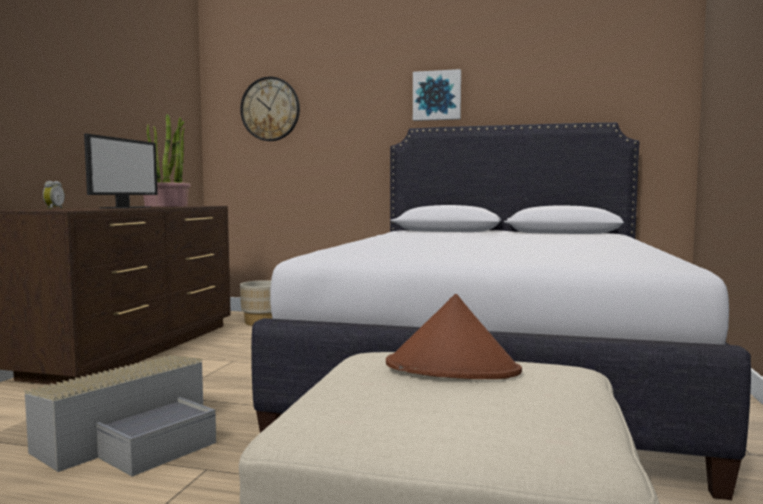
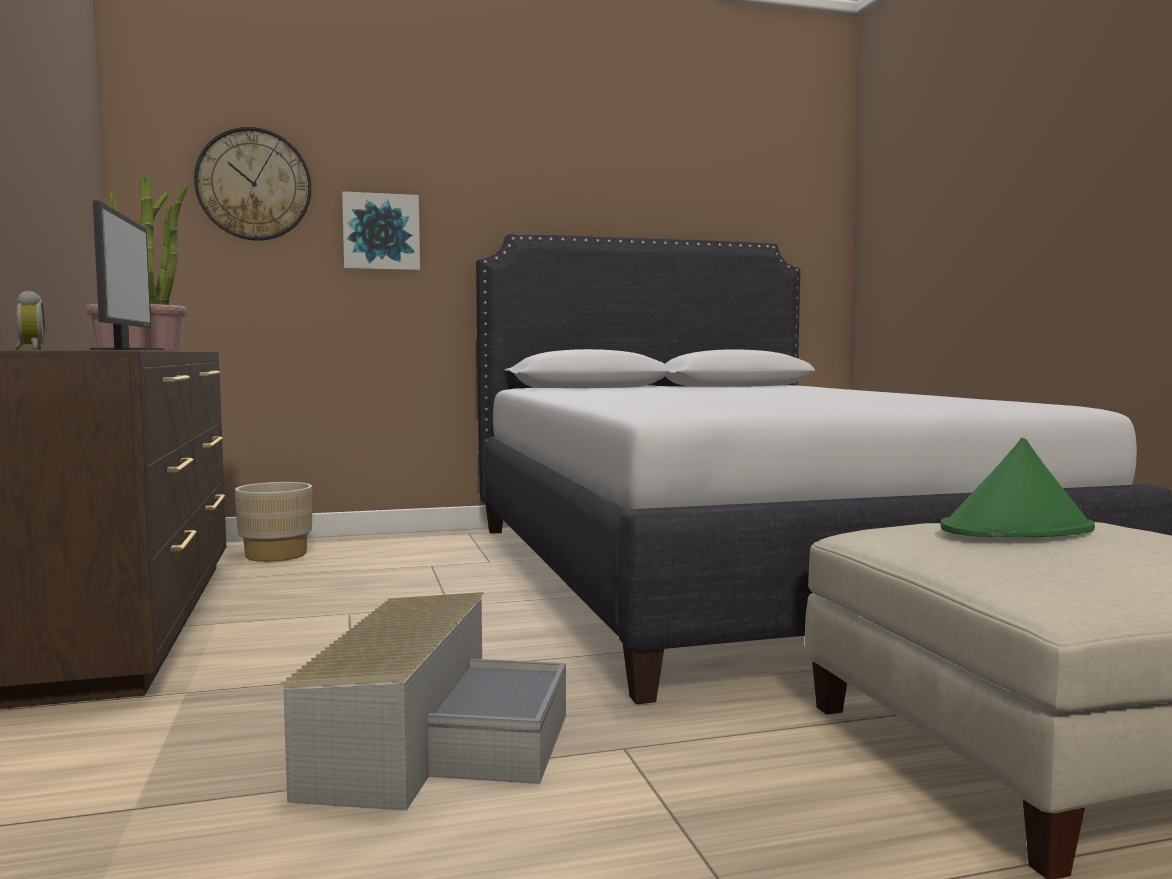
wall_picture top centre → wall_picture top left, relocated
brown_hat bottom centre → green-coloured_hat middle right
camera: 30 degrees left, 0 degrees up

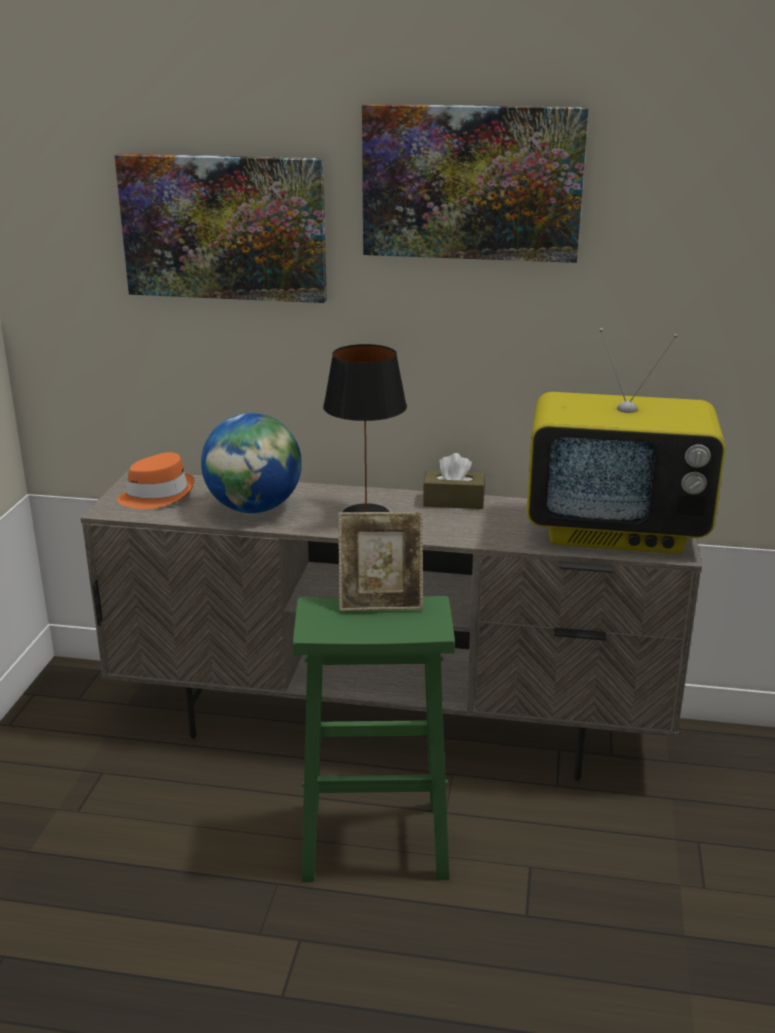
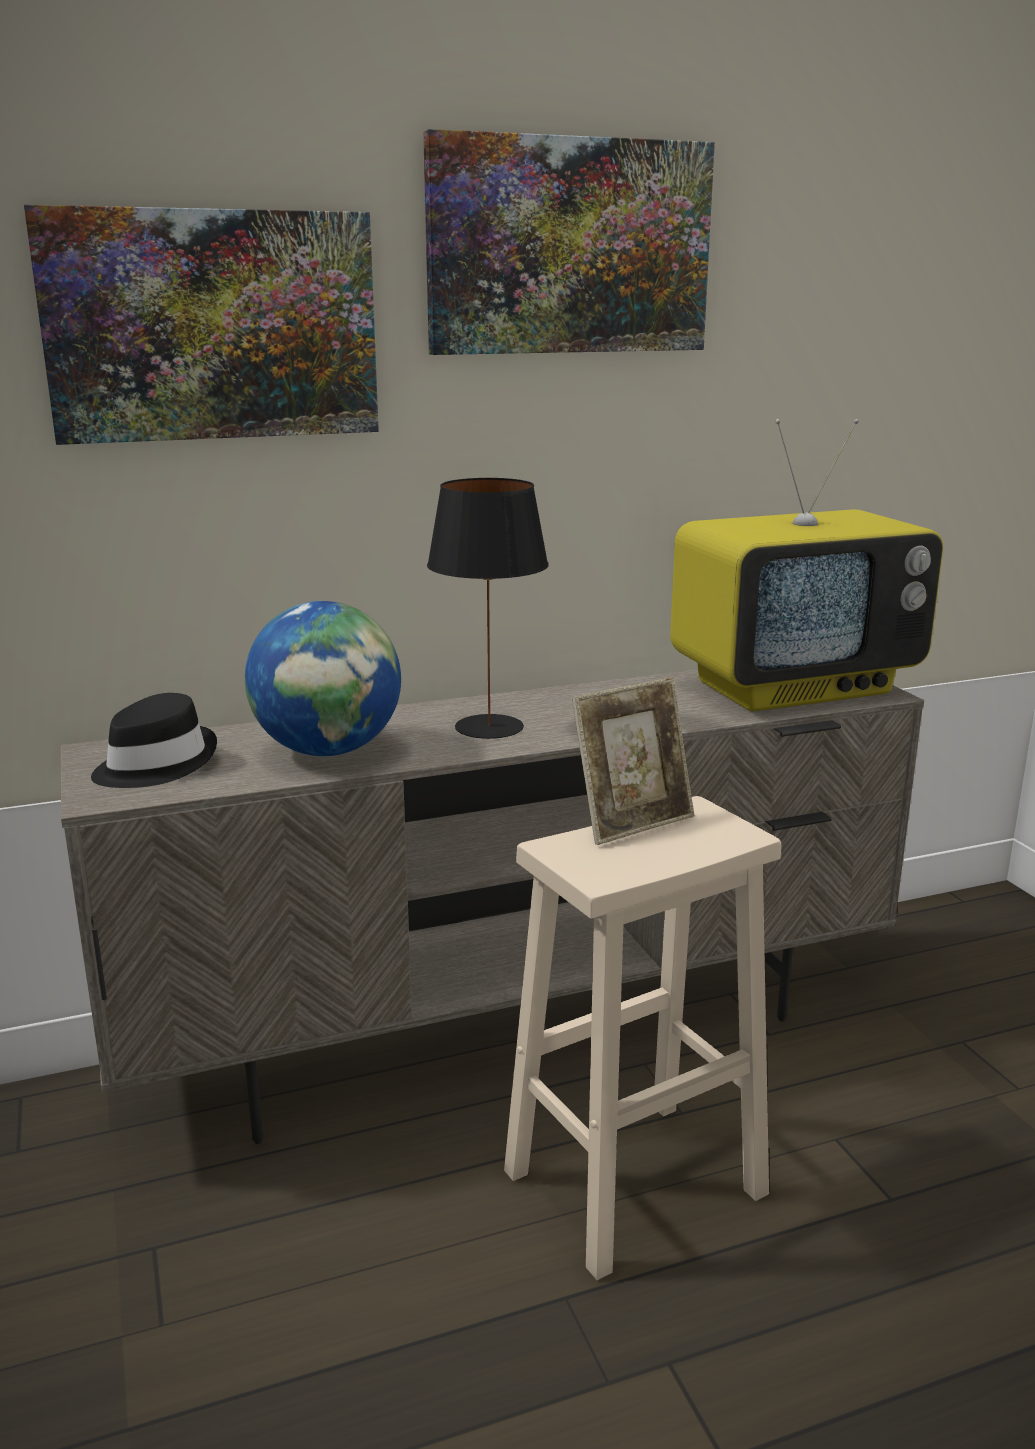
orange-coloured_hat middle left → black_hat middle left
brown_box_of_tissues centre → -
green-coloured_stool bottom centre → sand-coloured_stool bottom centre
camera: 30 degrees left, 5 degrees down

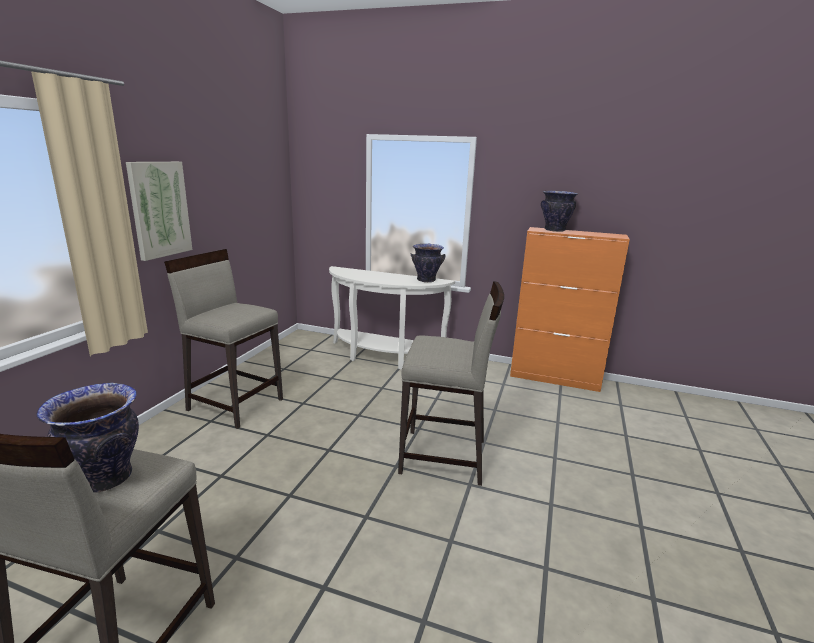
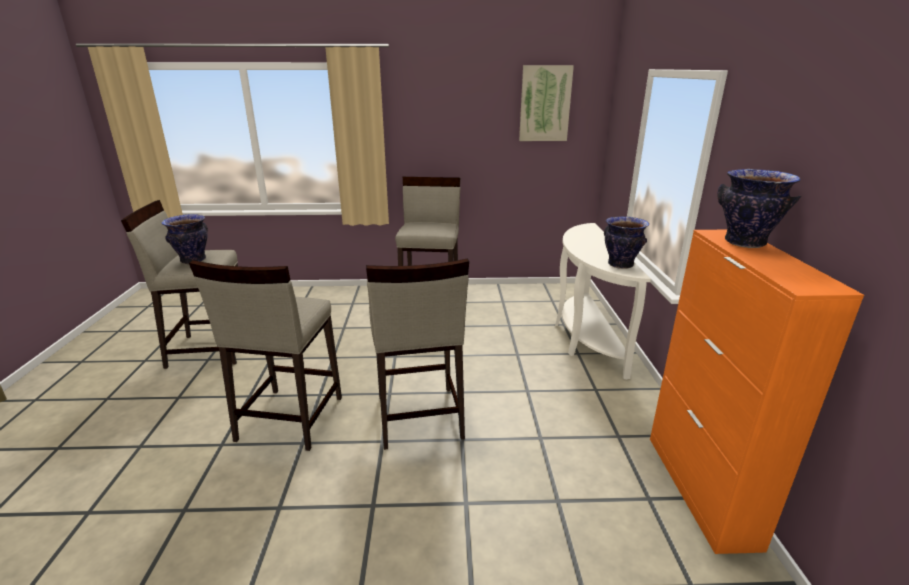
wall_picture top left → wall_picture top centre, relocated
- → sand-coloured_stool (no. 2 from left) middle left
camera: 70 degrees right, 5 degrees up

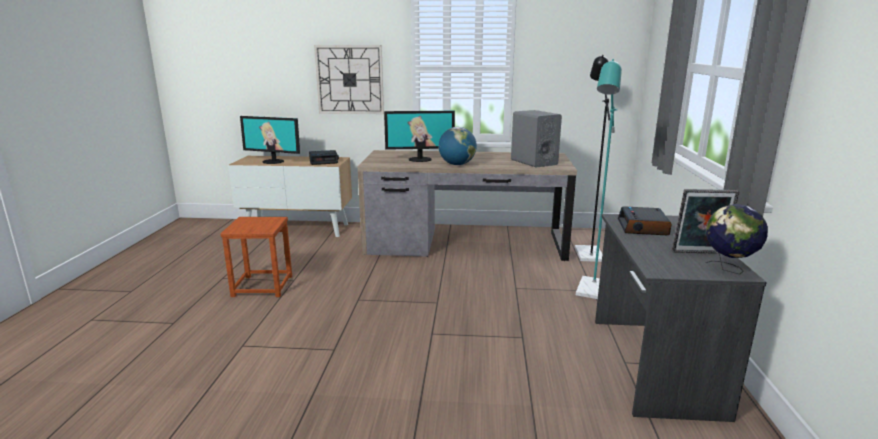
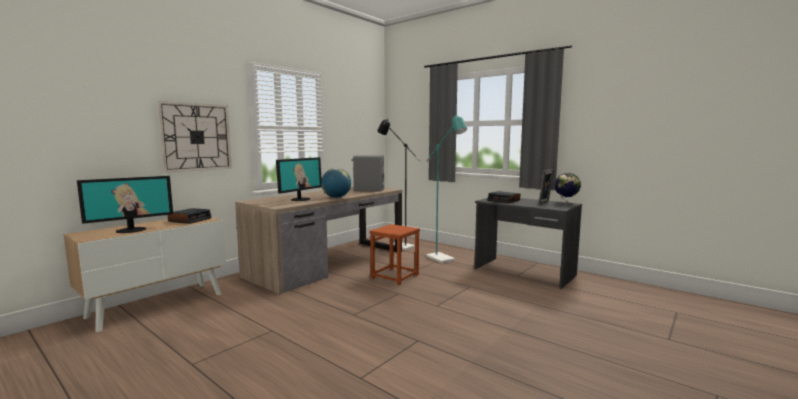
brown_stool middle left → brown_stool centre, relocated
camera: 55 degrees left, 10 degrees down

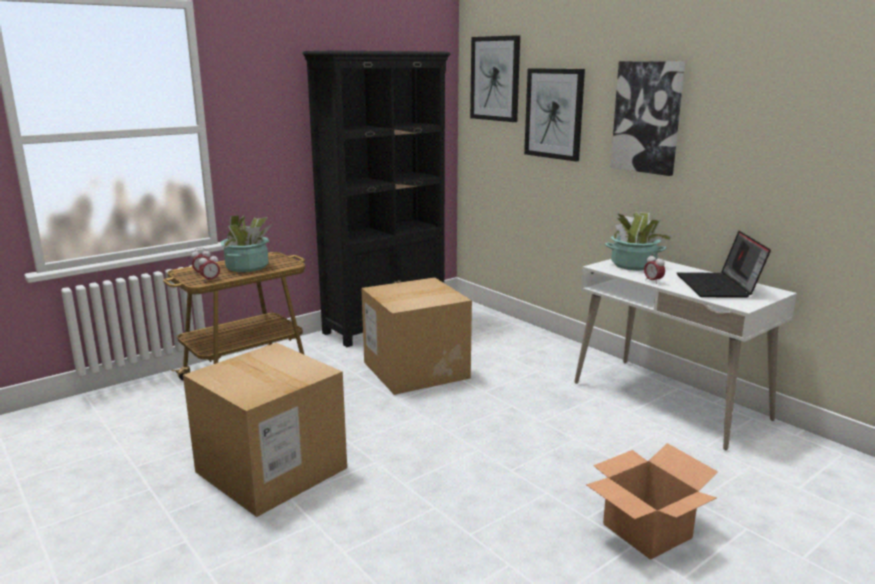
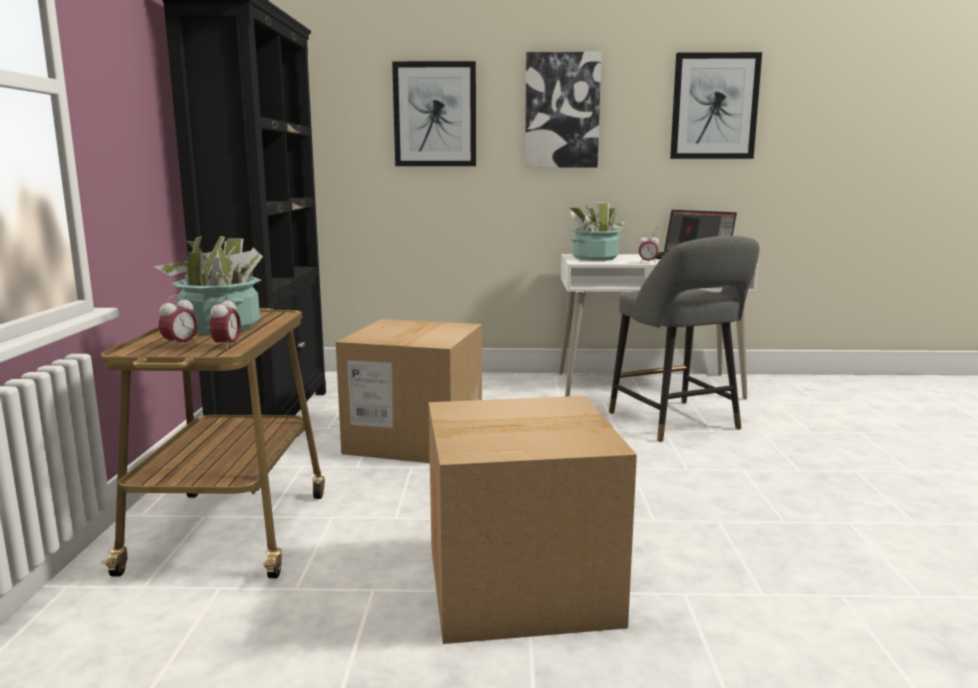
wall_picture (no. 1 from left in the first image) top centre → wall_picture (no. 3 from left) top right, relocated
cardboard_box (no. 3 from left) bottom right → -
- → grey_stool middle right
camera: 50 degrees left, 5 degrees down

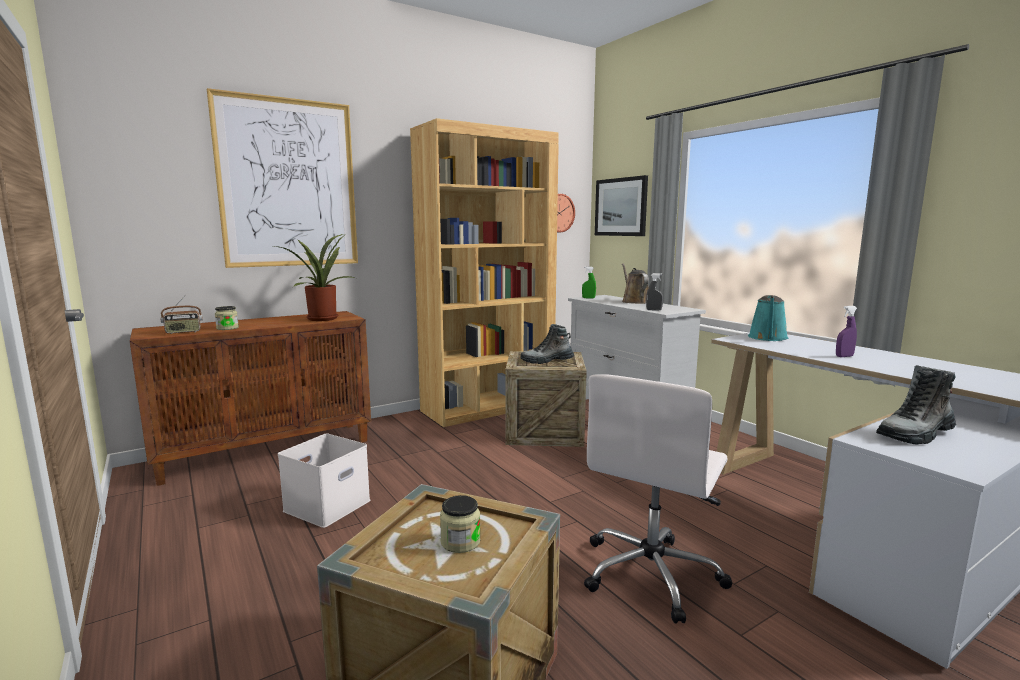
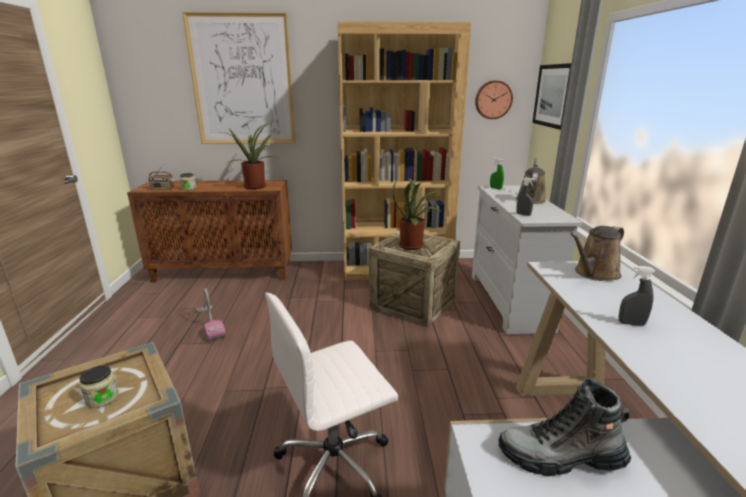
blue-green_watering_can middle right → brown_watering_can (no. 2 from left) middle right
purple_hand_sprayer middle right → grey_hand_sprayer (no. 2 from left) middle right
tall_boot (no. 1 from left) centre → houseplant (no. 2 from left) centre
white_storage_box bottom left → vacuum_cleaner middle left
camera: 30 degrees right, 10 degrees up

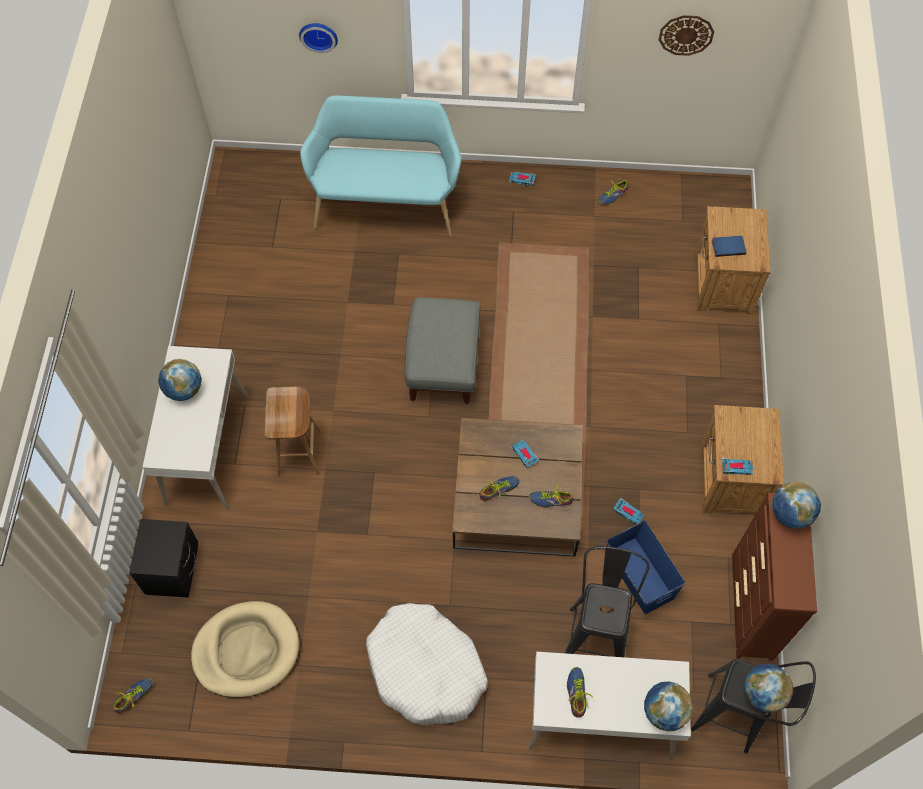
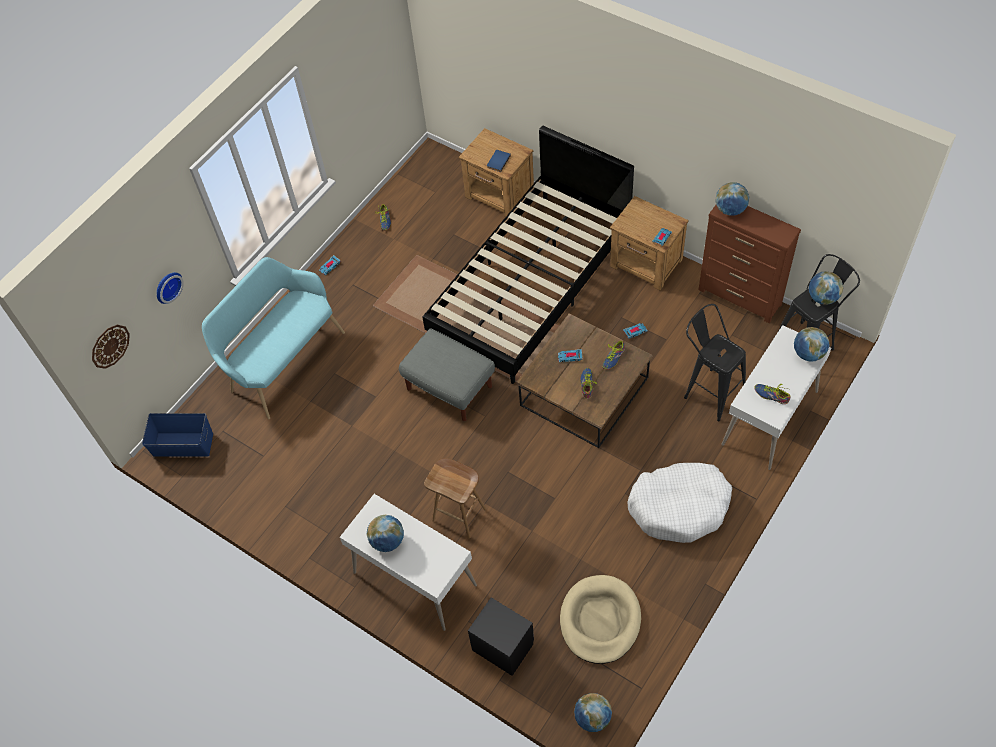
clock_on_the_wall (no. 2 from left in the first image) top right → clock_on_the_wall (no. 1 from left) middle left, relocated
blue_storage_box bottom right → blue_storage_box middle left, relocated
shoe (no. 1 from left) bottom left → world_globe (no. 2 from left) bottom centre
- → black_sleeping_bed centre
camera: 55 degrees left, 5 degrees down

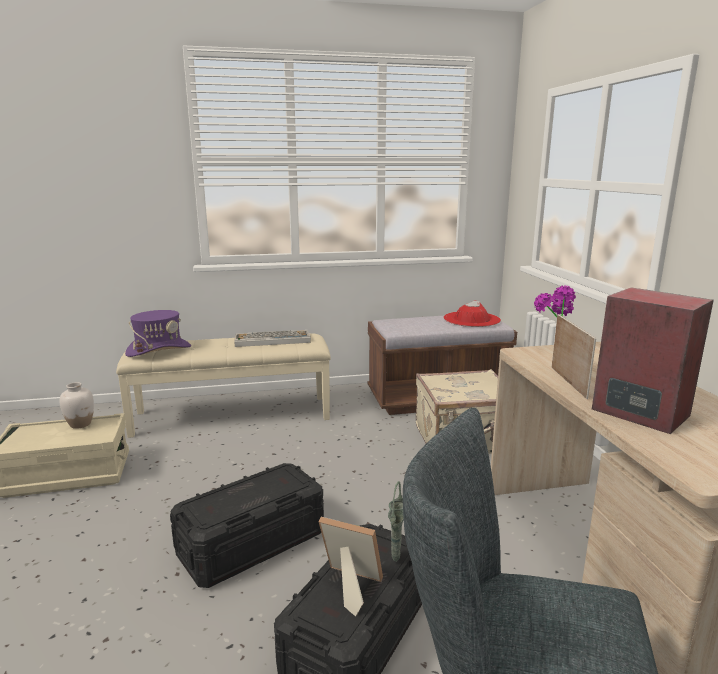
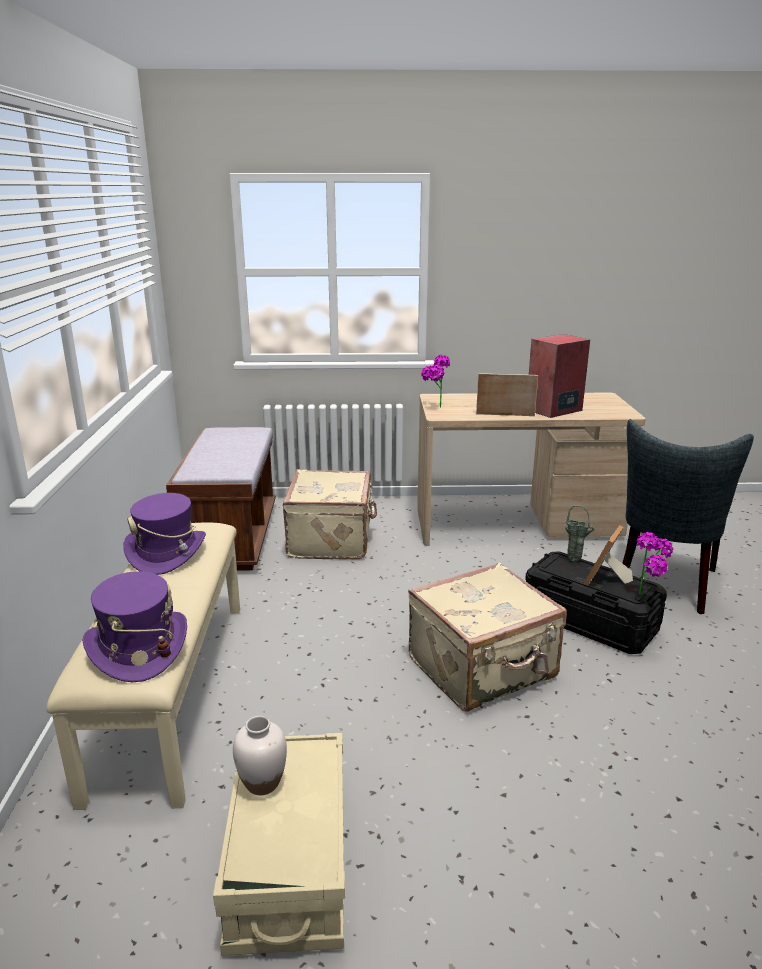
red-coloured_hat centre → -
computer_keyboard centre → purple_hat (no. 2 from left) middle left
black_storage_box (no. 1 from left) bottom centre → sand-coloured_suitcase (no. 2 from left) centre
- → houseplant (no. 2 from left) middle right
camera: 80 degrees left, 5 degrees up

